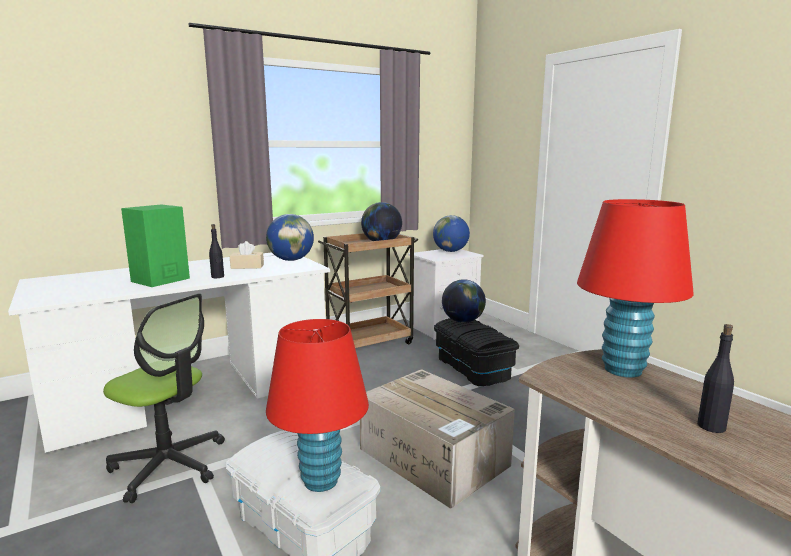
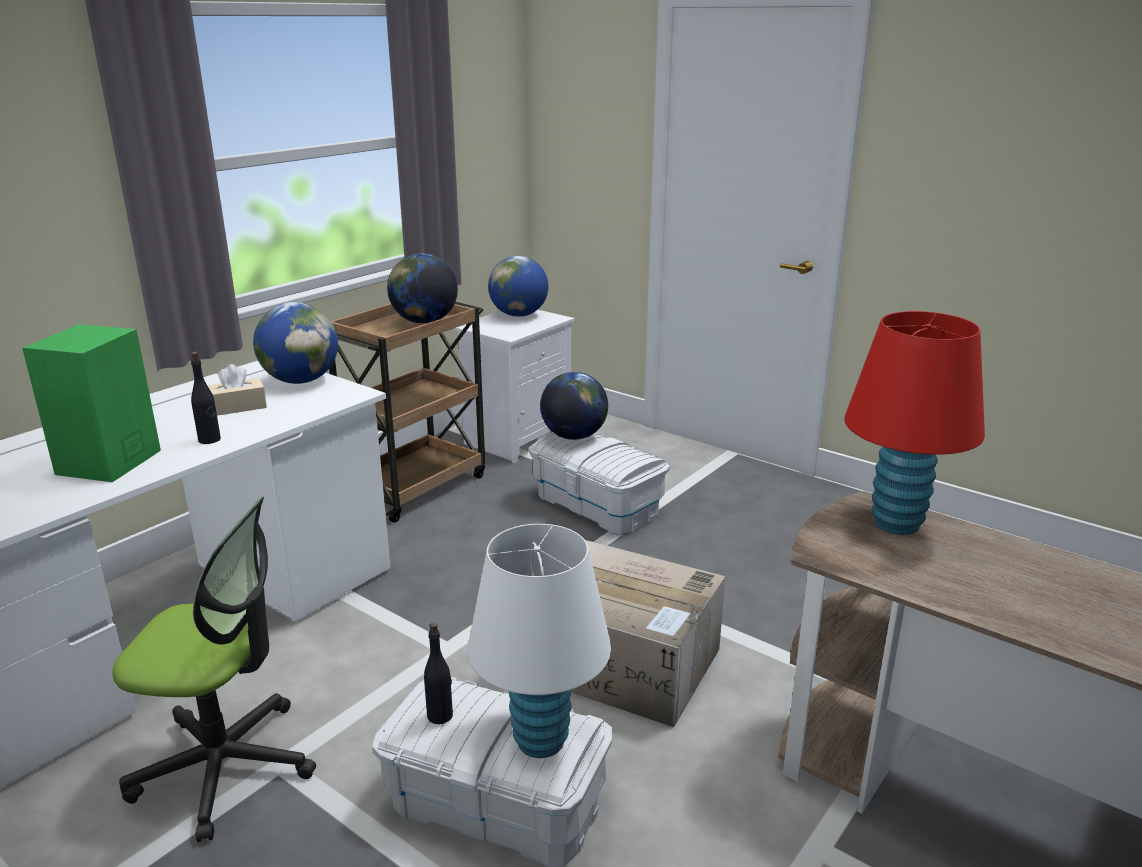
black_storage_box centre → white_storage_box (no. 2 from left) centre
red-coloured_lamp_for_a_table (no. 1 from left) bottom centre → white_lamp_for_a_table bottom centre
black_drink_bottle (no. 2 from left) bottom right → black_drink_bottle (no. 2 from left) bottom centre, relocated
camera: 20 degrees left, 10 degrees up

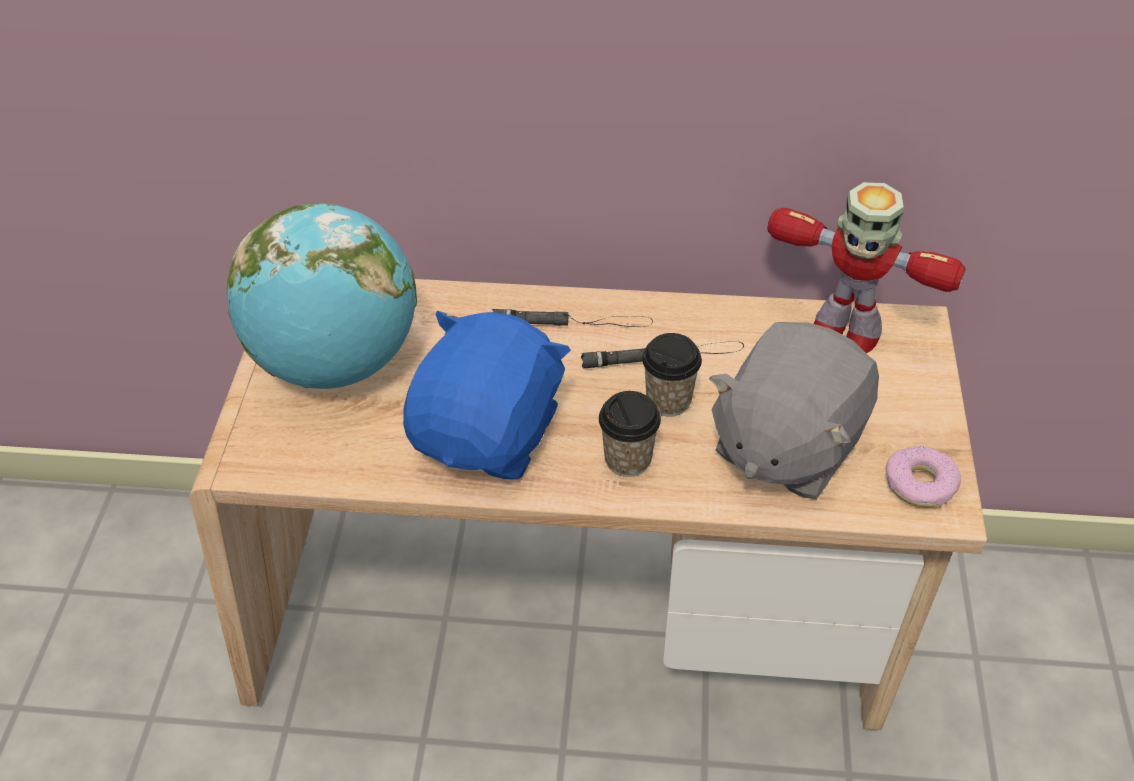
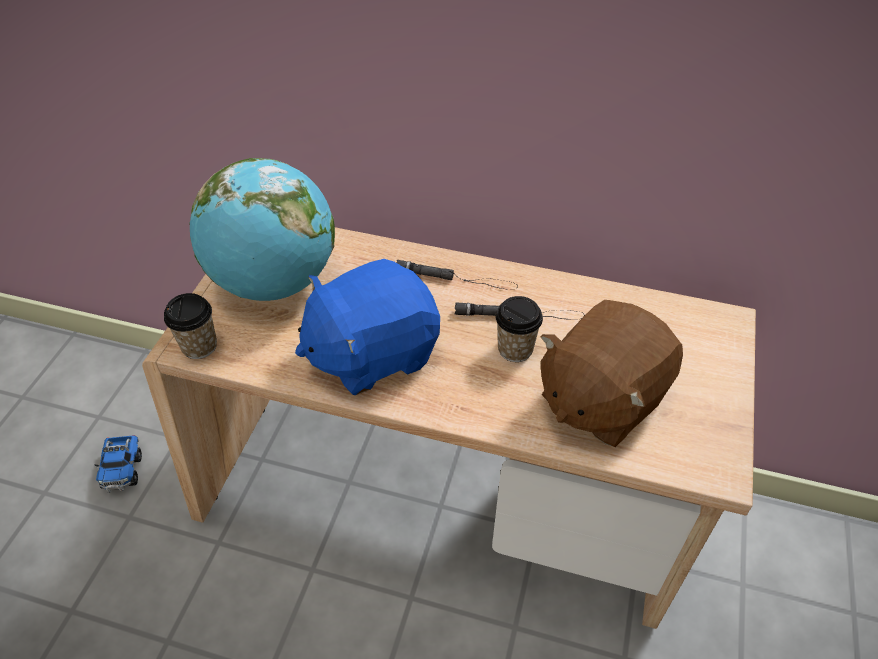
toy_robot middle right → -
blue_cuddly_toy centre, 150 degrees counterclockwise
grey_cuddly_toy middle right → brown_cuddly_toy middle right
cup (no. 1 from left) centre → cup (no. 1 from left) middle left, relocated
ring_doughnut middle right → -
- → toy_truck bottom left
camera: 10 degrees right, 0 degrees up

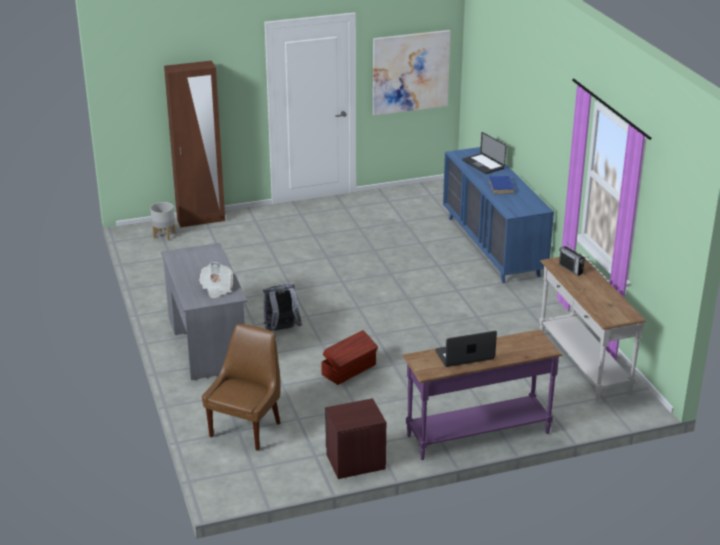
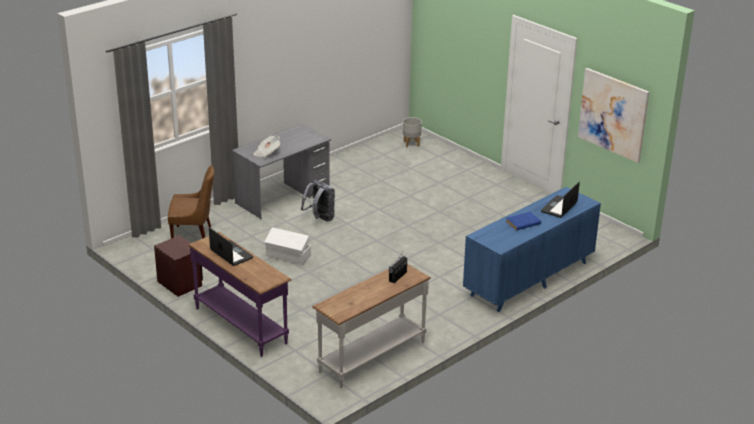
brown_clothes_cupboard top left → -
brown_storage_box centre → white_storage_box centre
camera: 65 degrees right, 0 degrees up

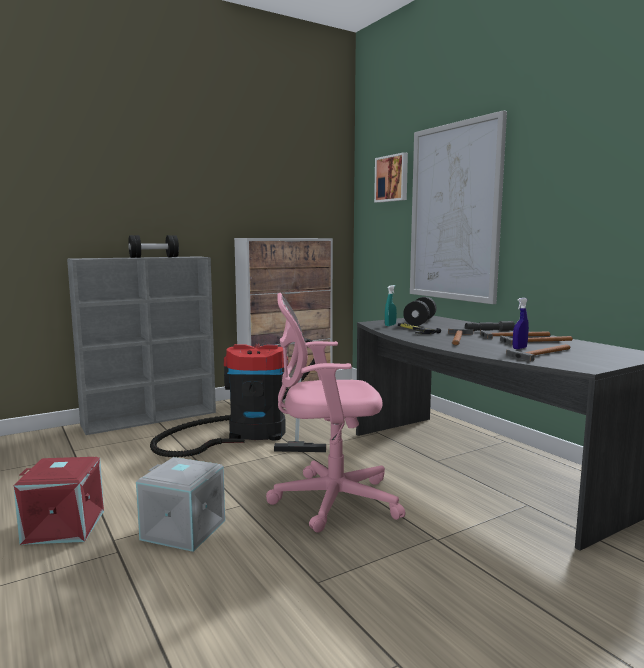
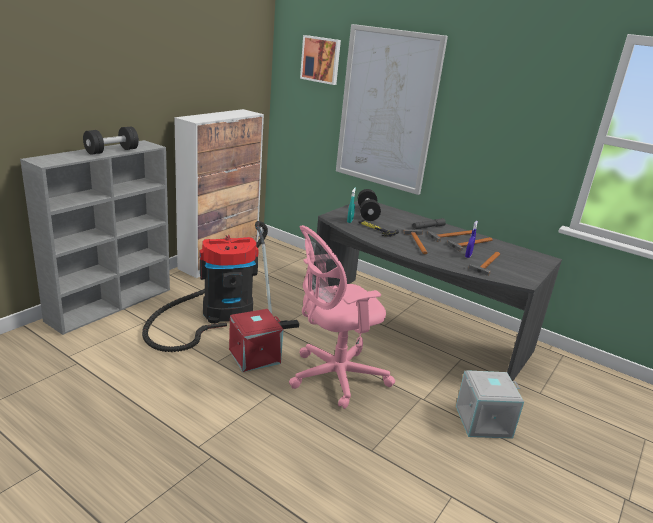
red-coloured_storage_box bottom left → red-coloured_storage_box centre, relocated
grey_storage_box bottom left → grey_storage_box bottom right, relocated
camera: 25 degrees left, 15 degrees up

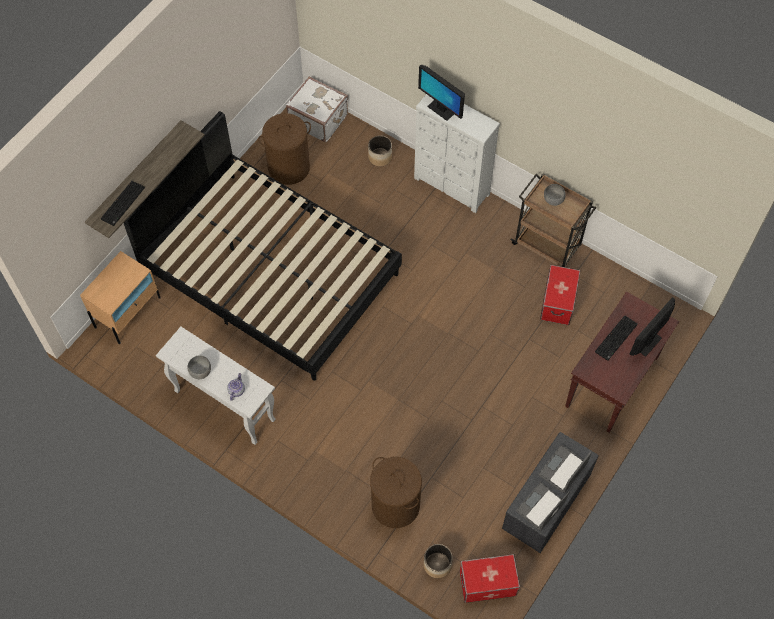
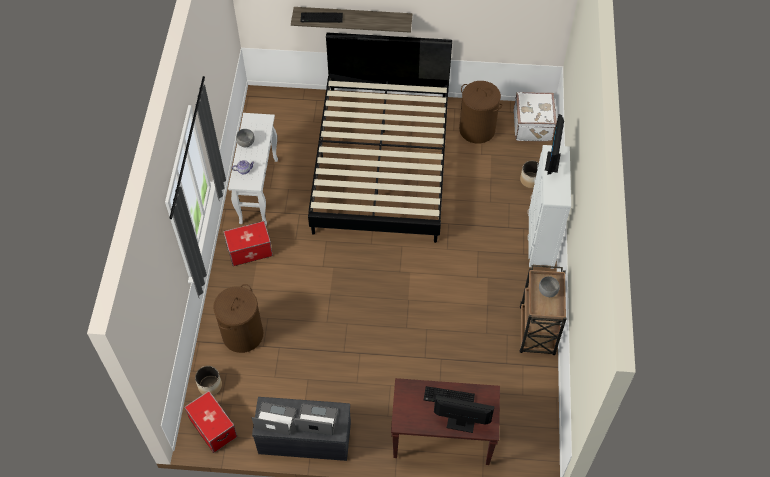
sand-coloured_night_table middle left → -
storage_box (no. 2 from left) middle right → storage_box (no. 2 from left) middle left, relocated
camera: 60 degrees right, 5 degrees down

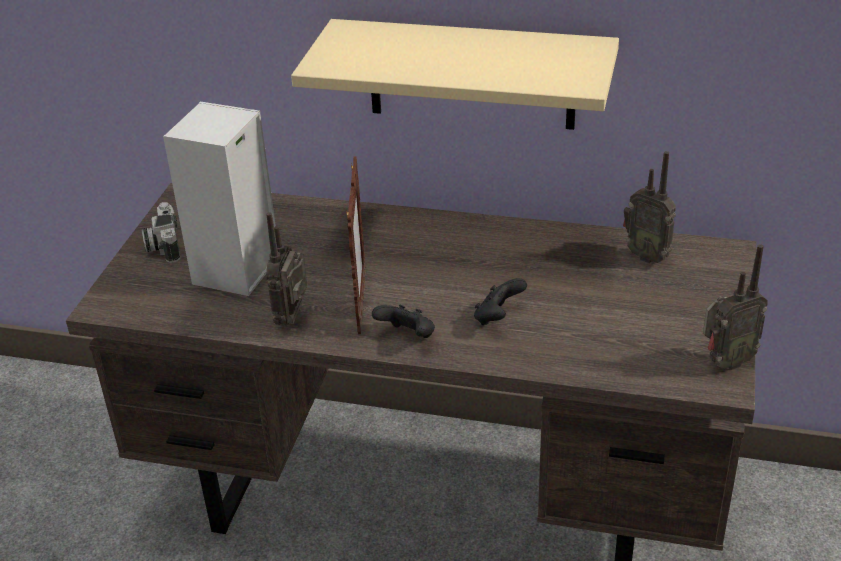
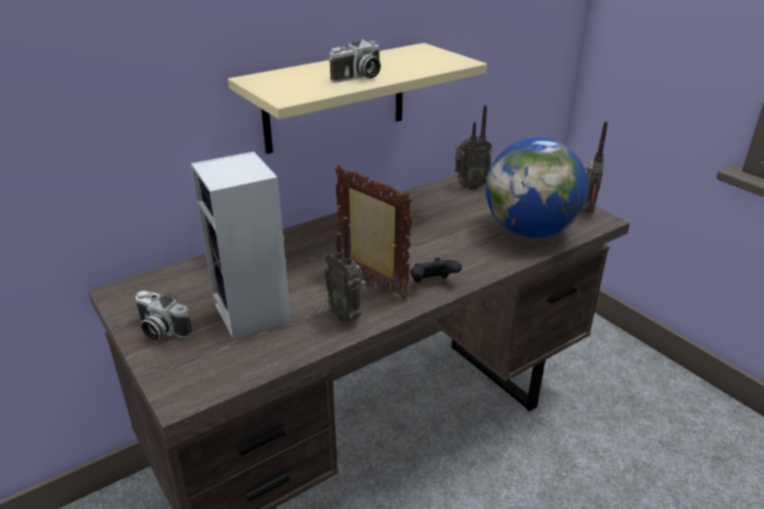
black_gamepad (no. 2 from left) centre → -
- → photo_camera (no. 2 from left) top centre
- → world_globe middle right
camera: 50 degrees left, 5 degrees down

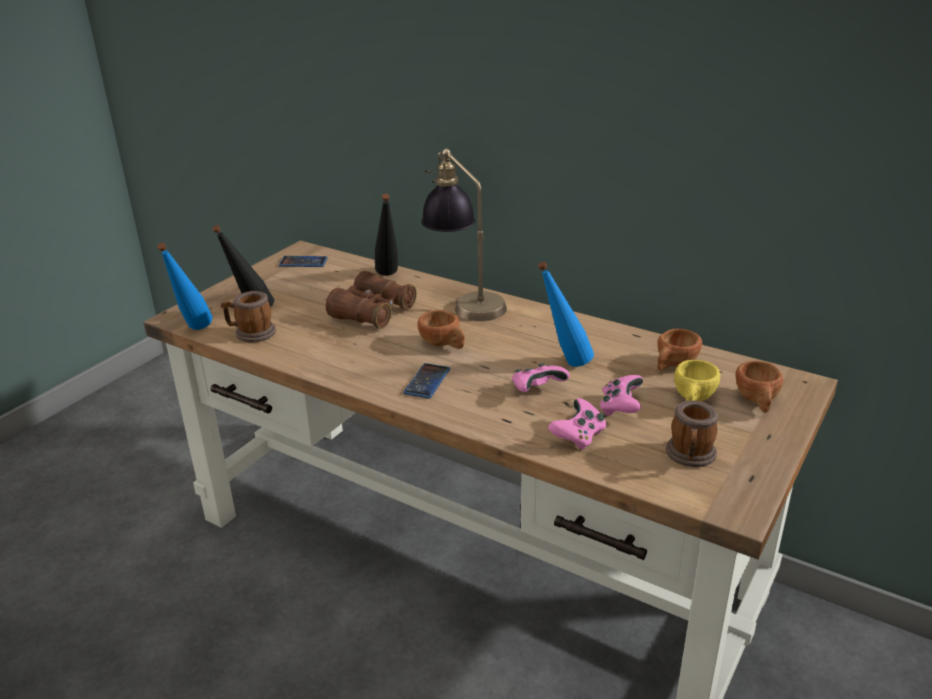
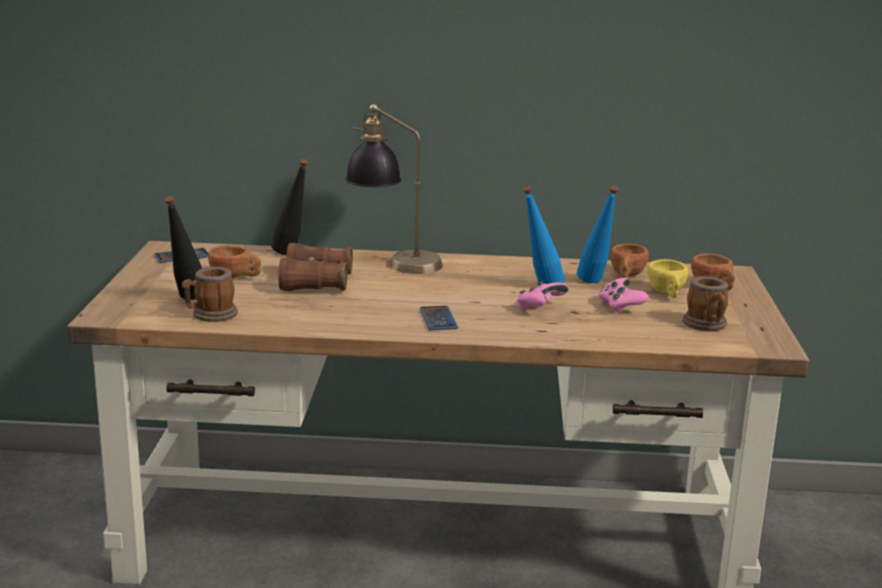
blue_drink_bottle (no. 1 from left in the first image) middle left → blue_drink_bottle (no. 2 from left) middle right, relocated
brown_cup (no. 1 from left) centre → brown_cup (no. 1 from left) middle left, relocated
pink-coloured_gamepad (no. 2 from left) centre → -
camera: 30 degrees left, 10 degrees down

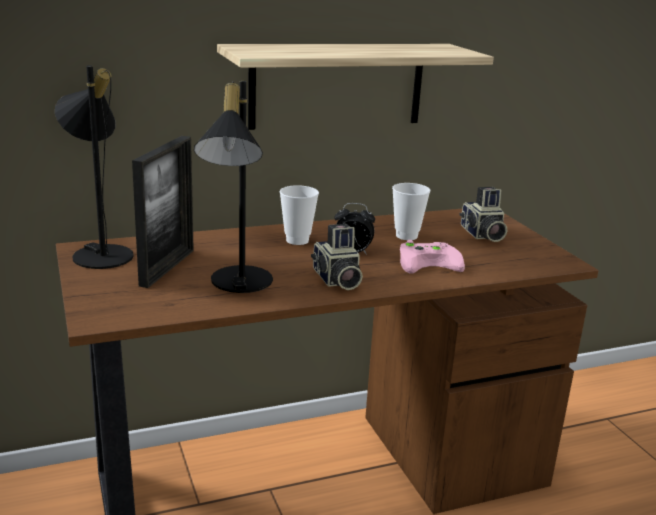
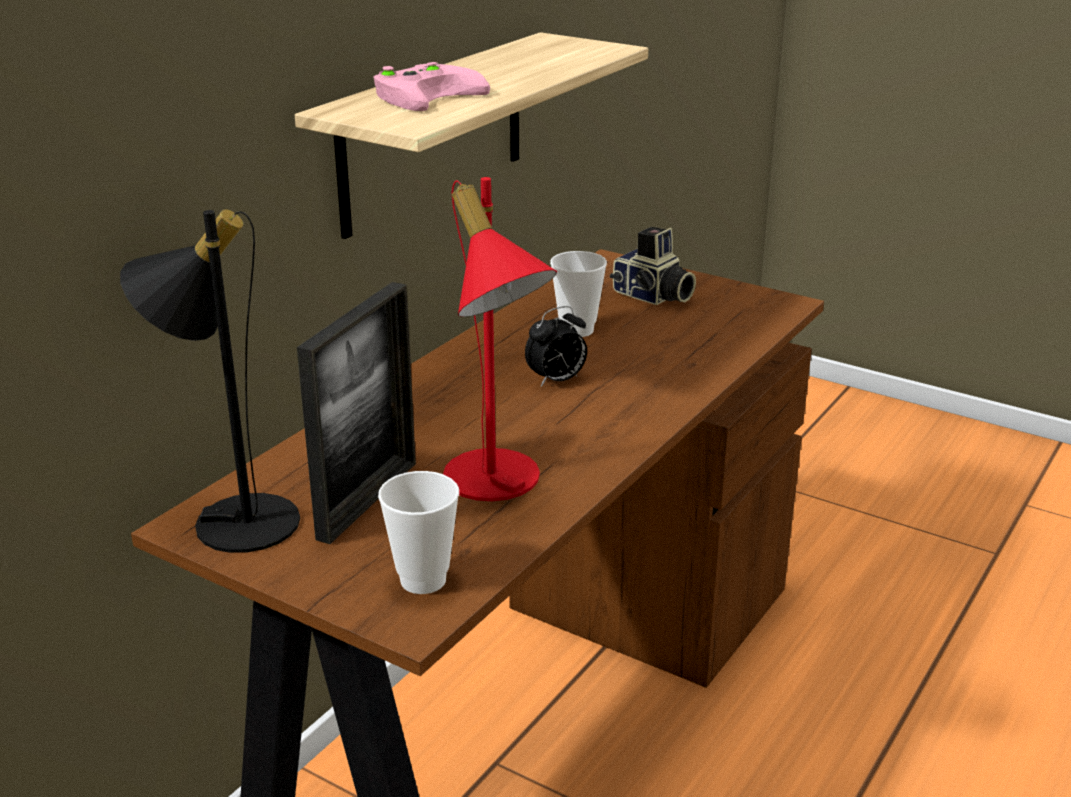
black_lamp_for_a_table (no. 2 from left) centre → red-coloured_lamp_for_a_table centre
picture_frame middle left, 45 degrees clockwise
cup (no. 1 from left) centre → cup (no. 1 from left) bottom centre, relocated
photo_camera (no. 1 from left) centre → -
pink-coloured_gamepad centre → pink-coloured_gamepad top centre, relocated
camera: 35 degrees left, 5 degrees up

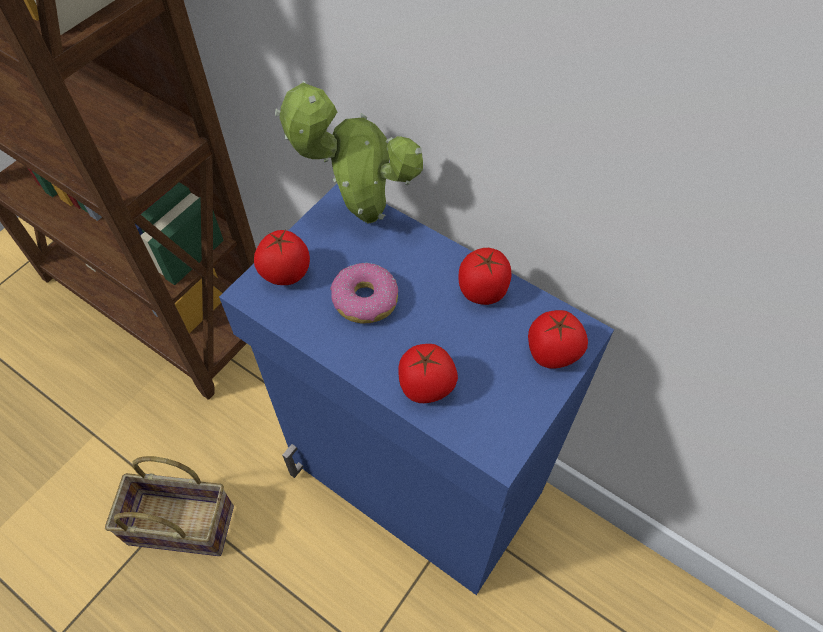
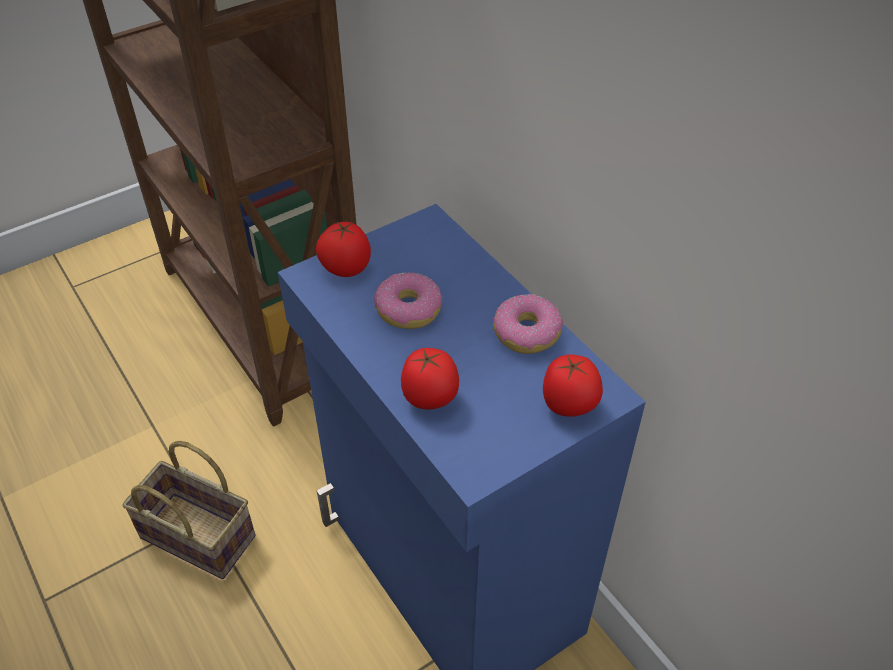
houseplant top centre → -
fresh_tomato (no. 3 from left) centre → ring_doughnut (no. 2 from left) centre
camera: 20 degrees right, 10 degrees down

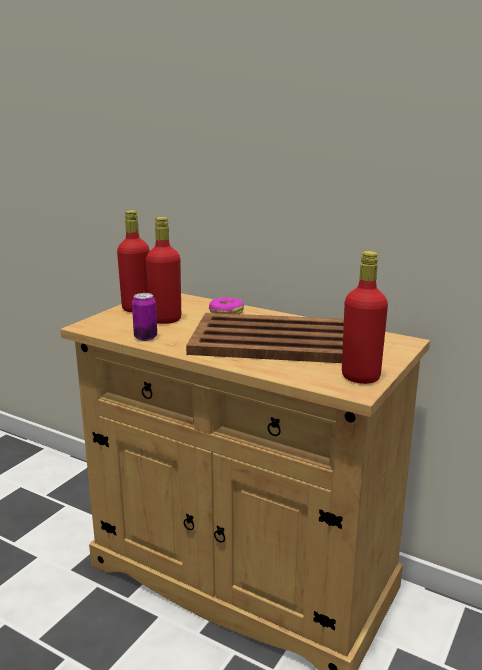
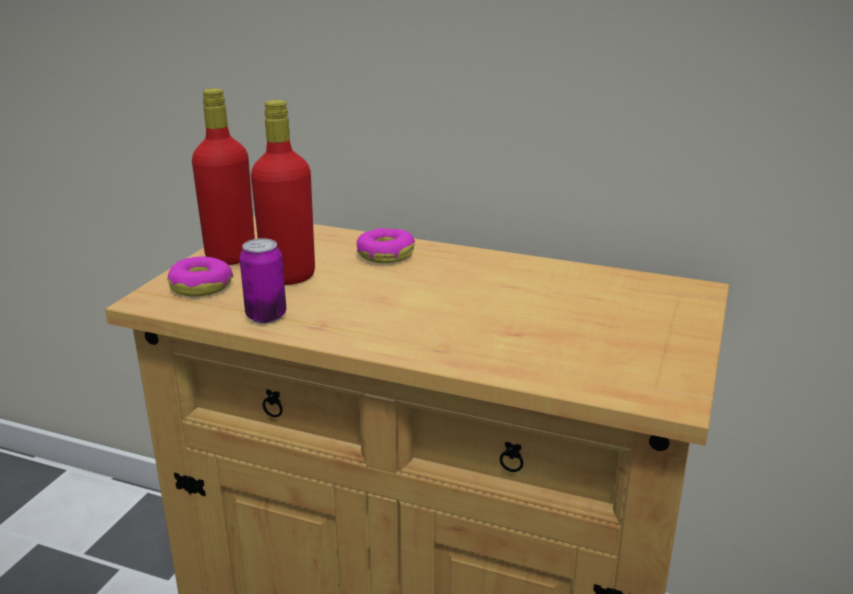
red-coloured_drink_bottle (no. 3 from left) middle right → -
brown_carrying_tray centre → -
- → ring_doughnut (no. 1 from left) middle left
camera: 10 degrees left, 5 degrees up

